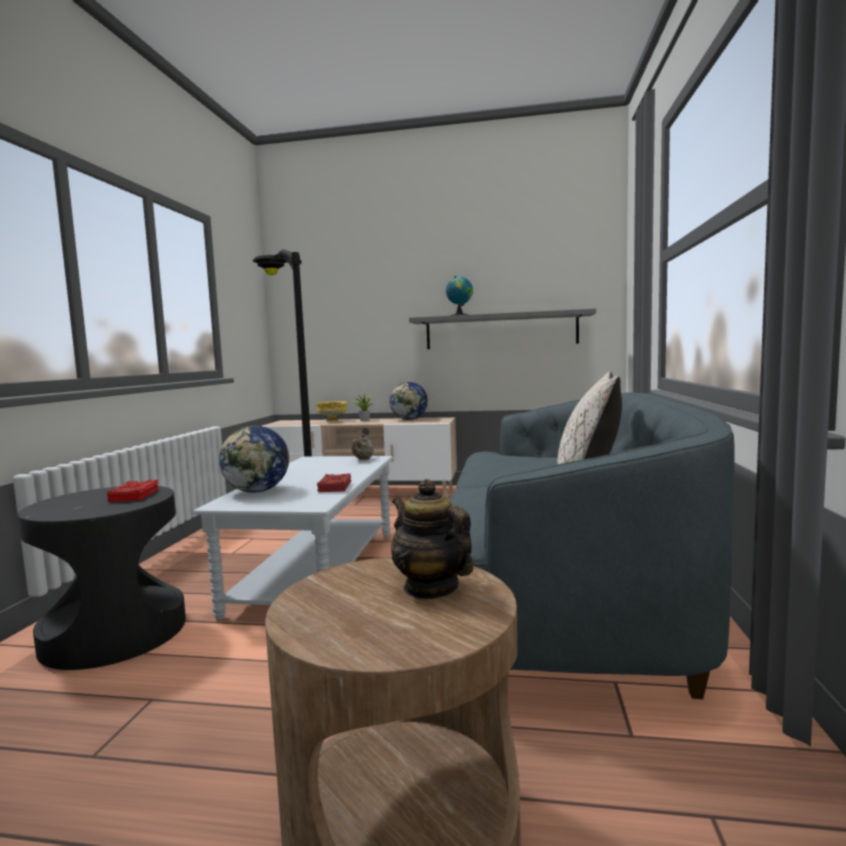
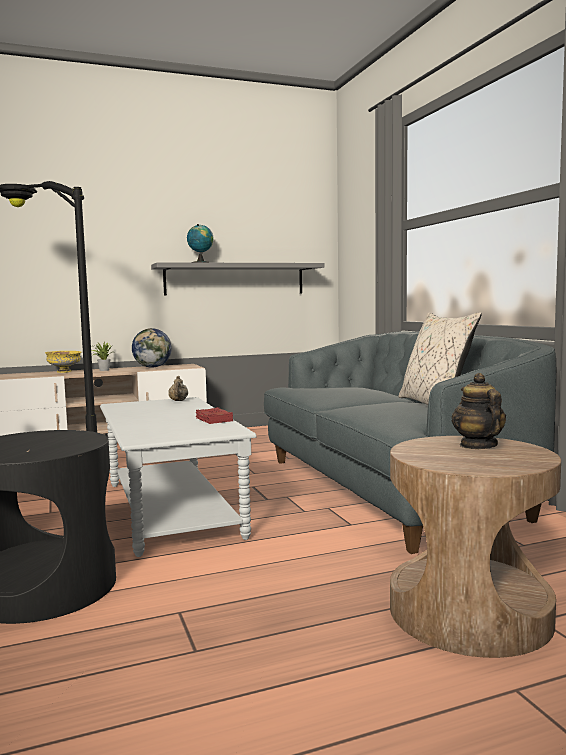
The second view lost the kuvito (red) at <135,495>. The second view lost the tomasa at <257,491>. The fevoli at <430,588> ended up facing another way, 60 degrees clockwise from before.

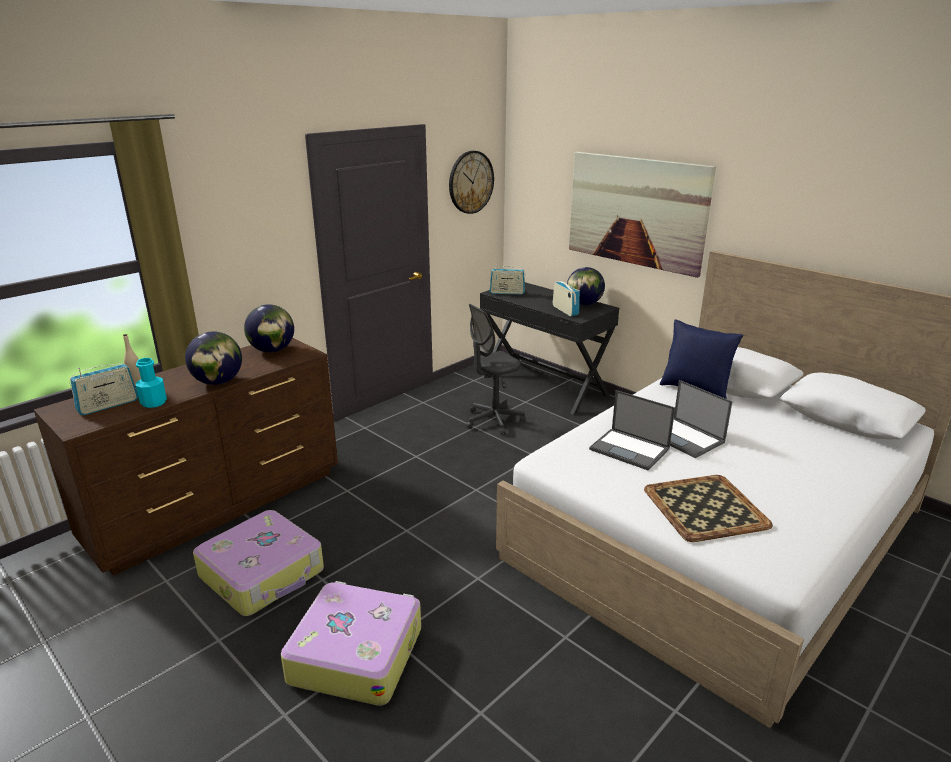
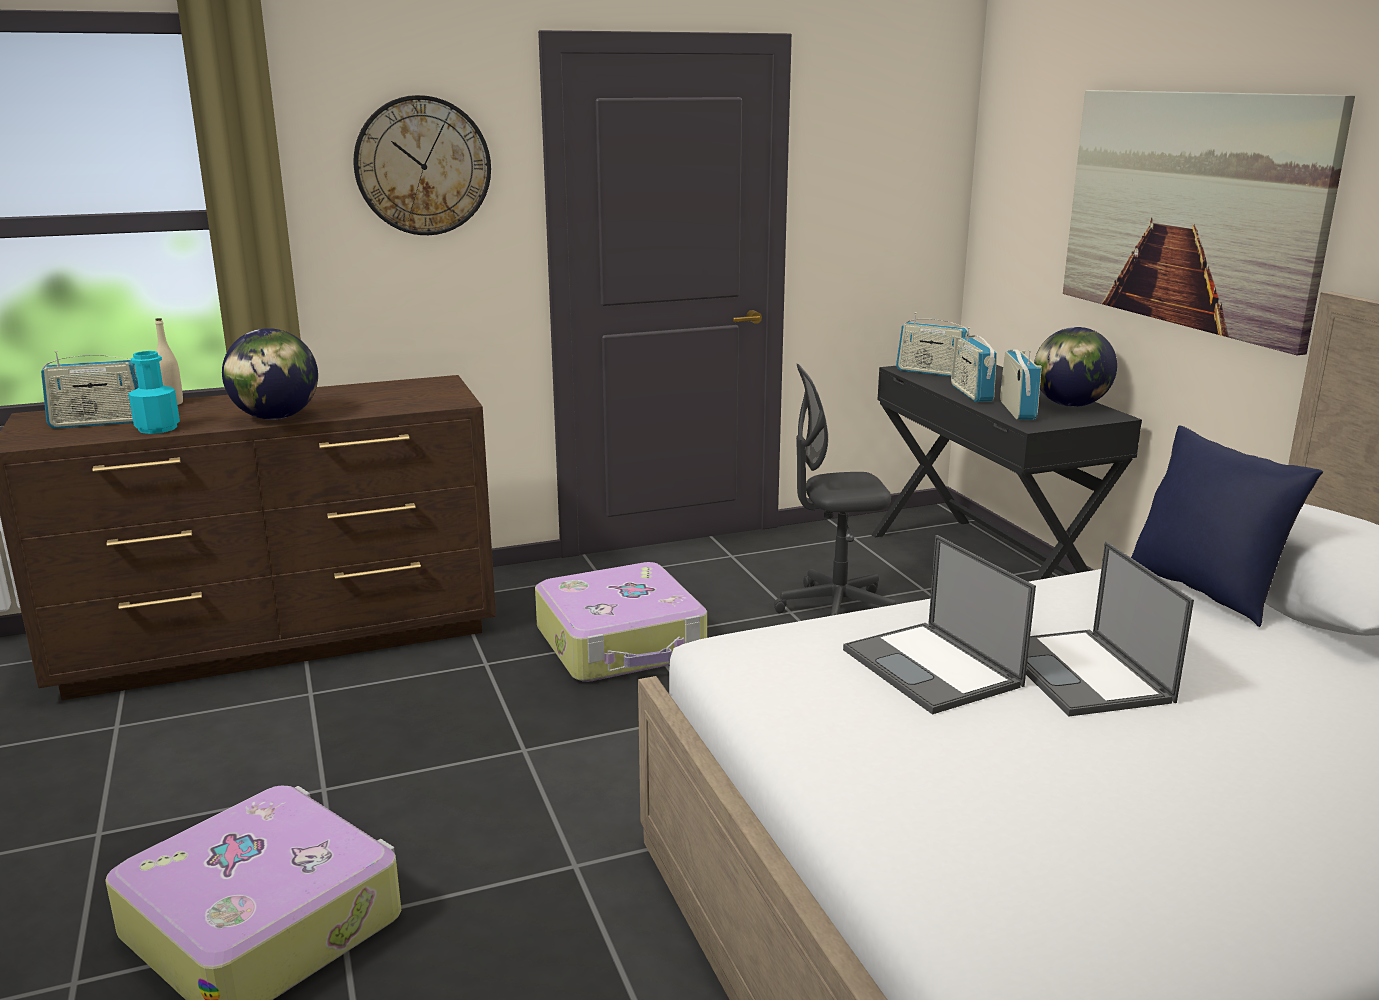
The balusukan ended up elsewhere, having gone from <263,573> to <622,643>. The second view lost the tomasa at <272,350>. The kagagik ended up elsewhere, having gone from <471,182> to <422,166>. The second view lost the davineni at <704,507>. The second view gained the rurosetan at <971,393>.

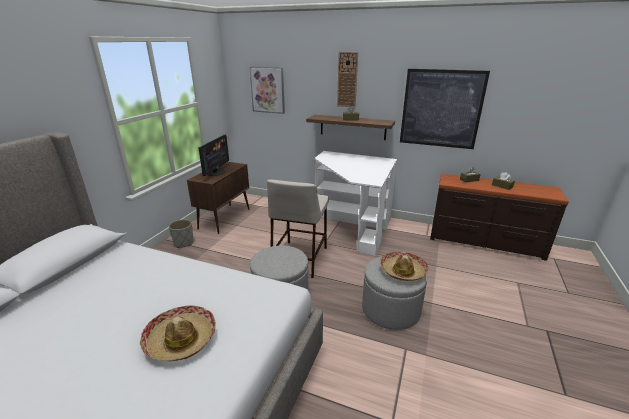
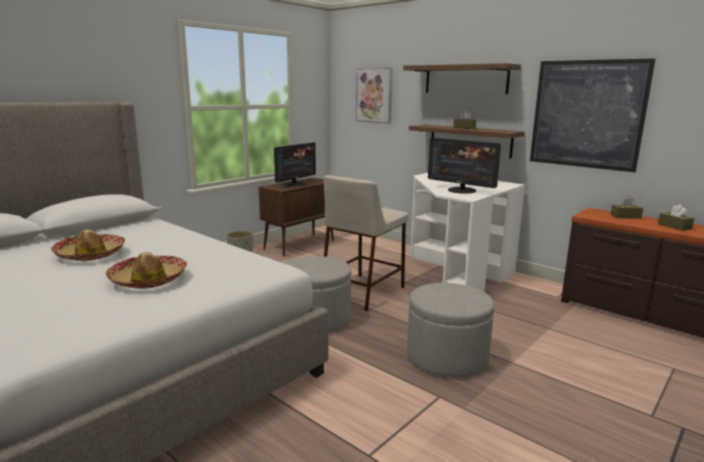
Where the kagagik hung at <347,80>, the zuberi came to hang at <465,79>. The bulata ended up elsewhere, having gone from <402,271> to <90,254>. The second view gained the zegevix at <461,190>.

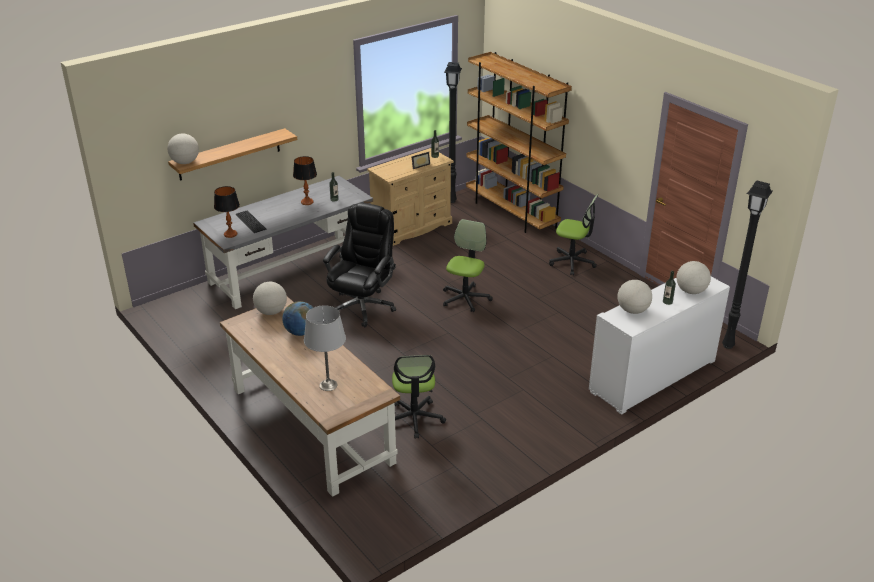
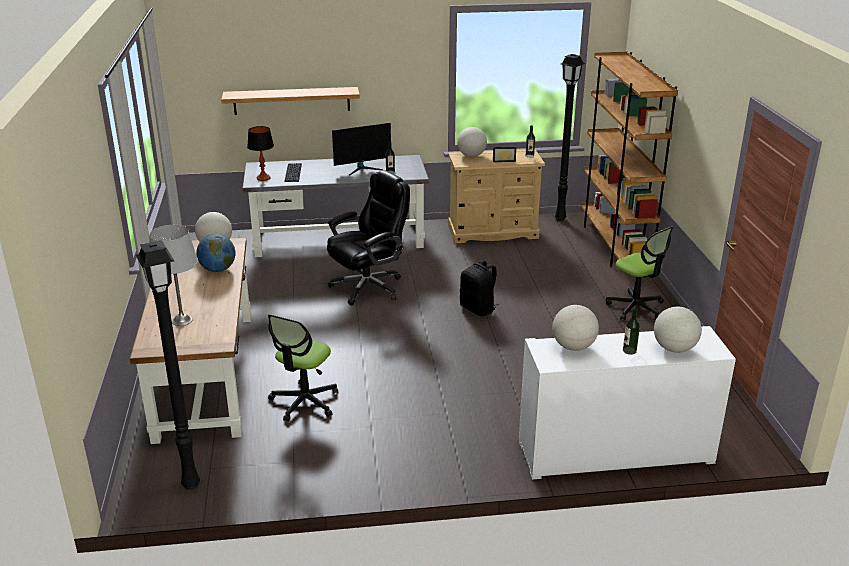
The tomasa ended up elsewhere, having gone from <185,162> to <471,156>. Where the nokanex stood at <307,202>, the zegevix came to stand at <362,169>. Where the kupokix stood at <465,298>, the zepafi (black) came to stand at <478,309>. The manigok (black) ended up elsewhere, having gone from <727,346> to <189,484>.

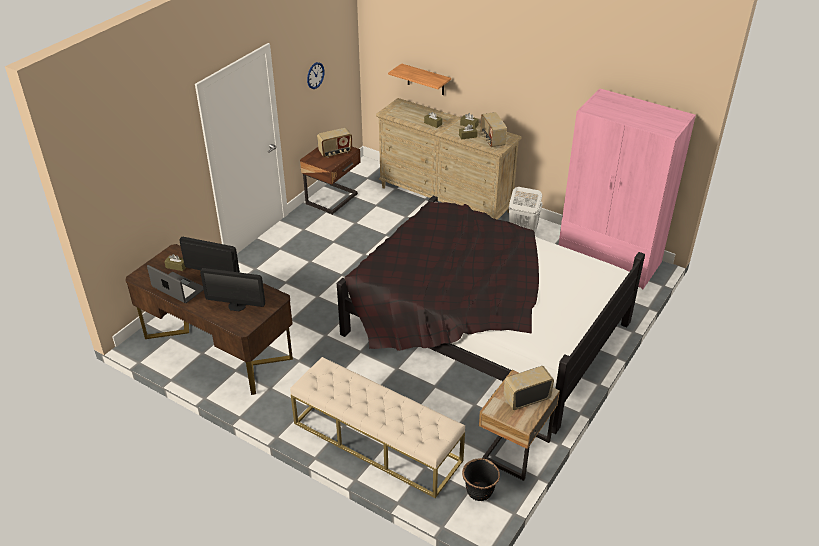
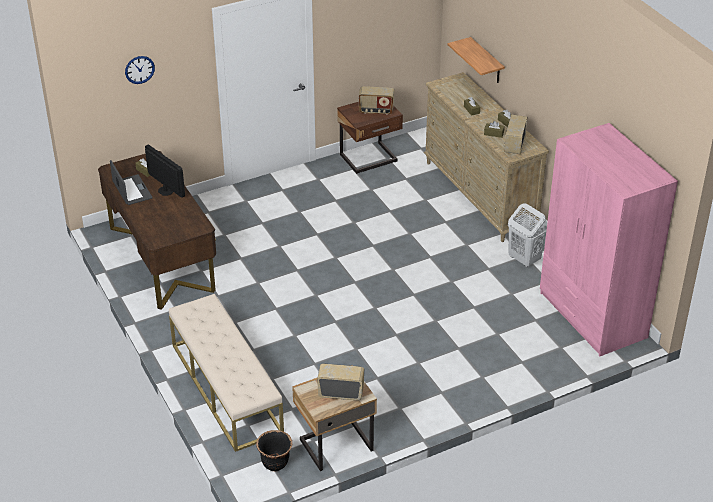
The second view lost the zegevix at <237,306>. The kagagik ended up elsewhere, having gone from <315,75> to <139,69>. The second view lost the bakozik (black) at <484,328>.

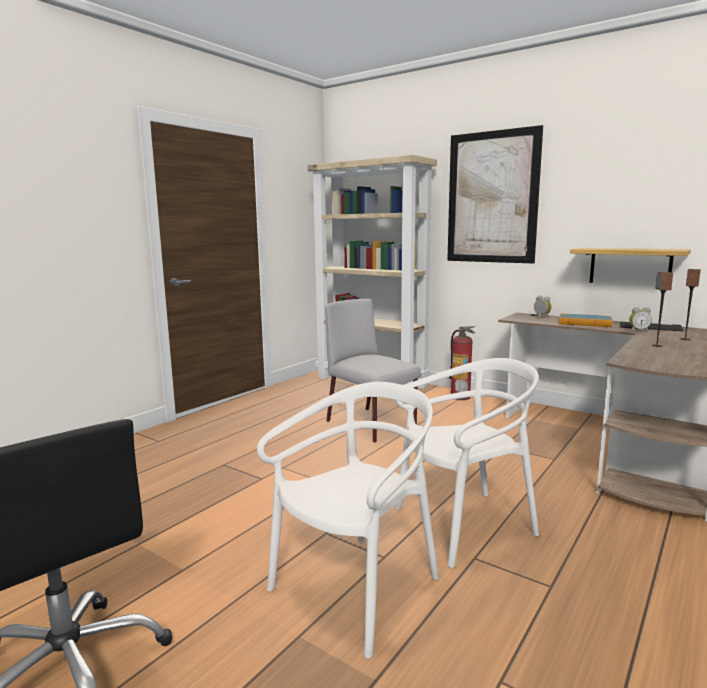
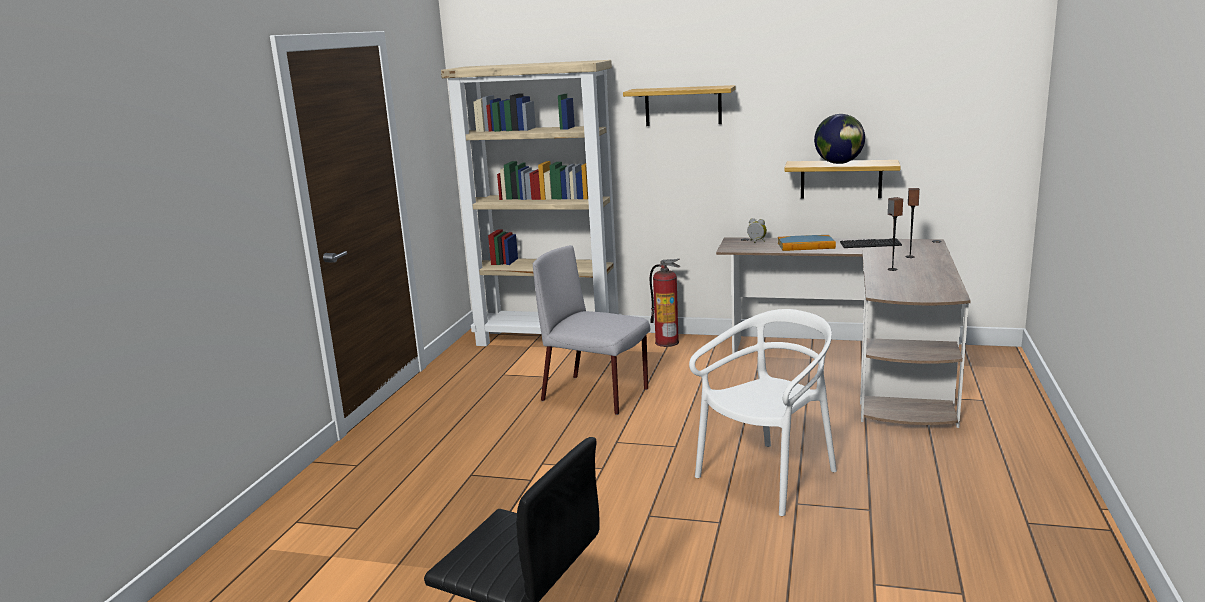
The second view lost the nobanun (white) at <357,588>. Where the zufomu hung at <492,198>, the zuberi came to hang at <683,106>. The second view lost the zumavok at <638,331>. The second view gained the tomasa at <838,163>.

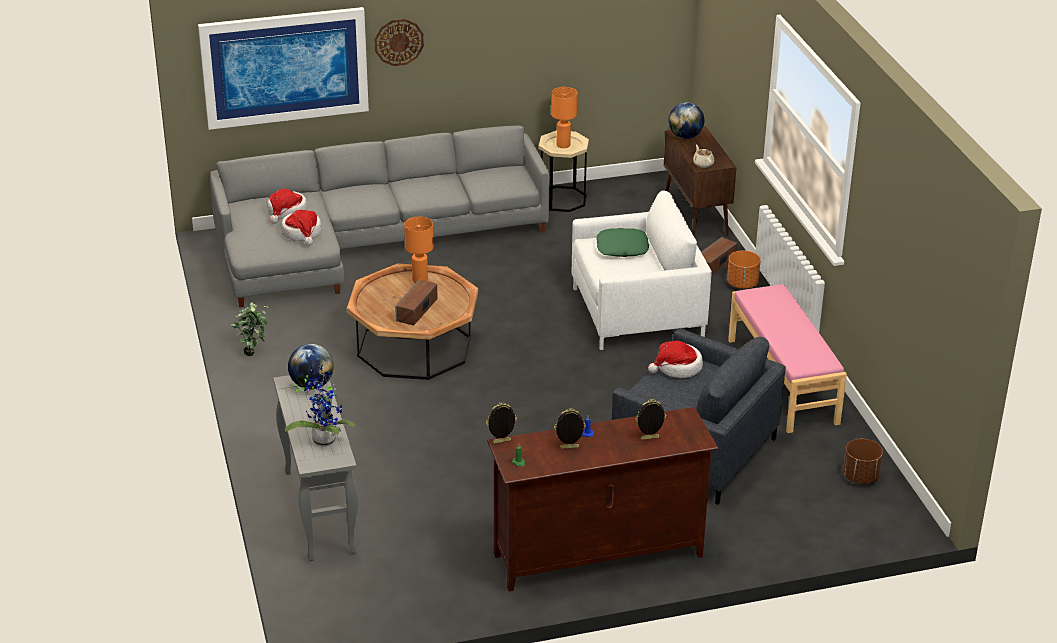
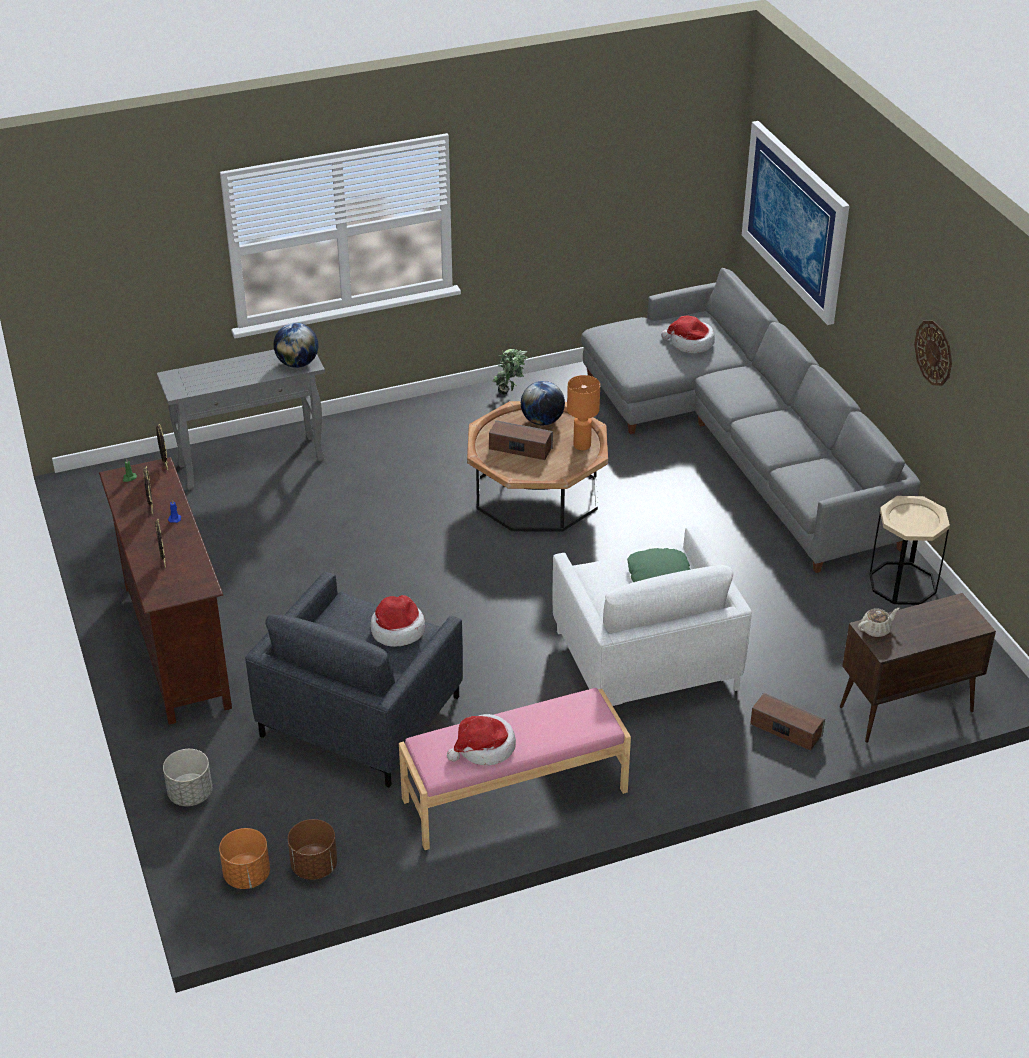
The bulata ended up elsewhere, having gone from <302,233> to <484,748>. The second view lost the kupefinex at <323,438>. The kagagik ended up elsewhere, having gone from <398,42> to <934,352>. The second view lost the nokanex (orange) at <563,145>. The tomasa ended up elsewhere, having gone from <685,136> to <542,421>. The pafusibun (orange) ended up elsewhere, having gone from <742,284> to <246,875>. The second view gained the pafusibun (grey) at <190,794>.

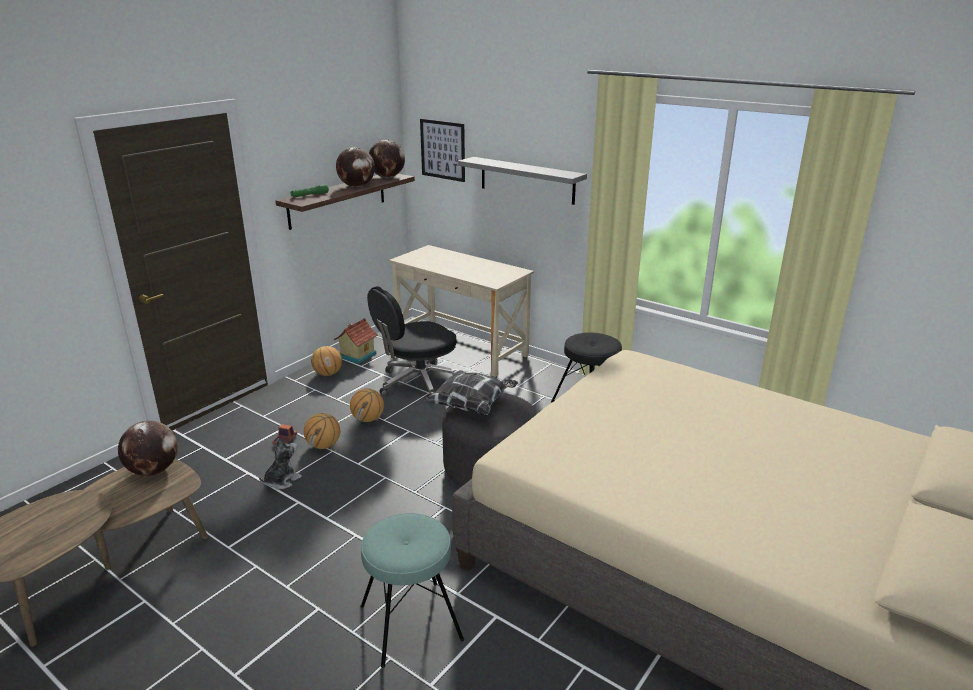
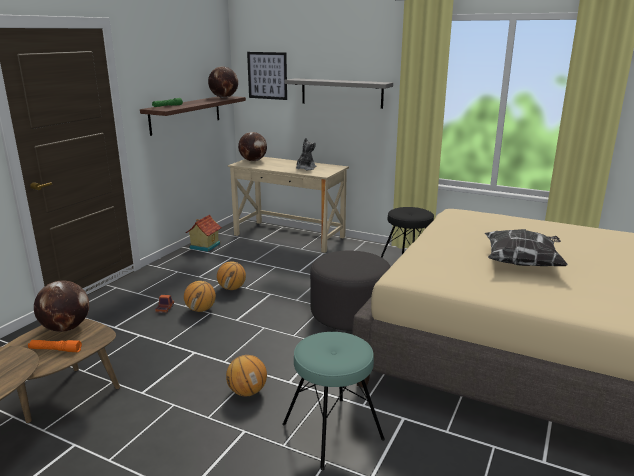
The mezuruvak ended up elsewhere, having gone from <282,481> to <305,168>. The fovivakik ended up elsewhere, having gone from <328,374> to <247,392>. The tomasa ended up elsewhere, having gone from <357,186> to <253,161>. The second view lost the kupokix (black) at <418,383>. The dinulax ended up elsewhere, having gone from <472,405> to <522,263>. The second view gained the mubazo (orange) at <55,350>.

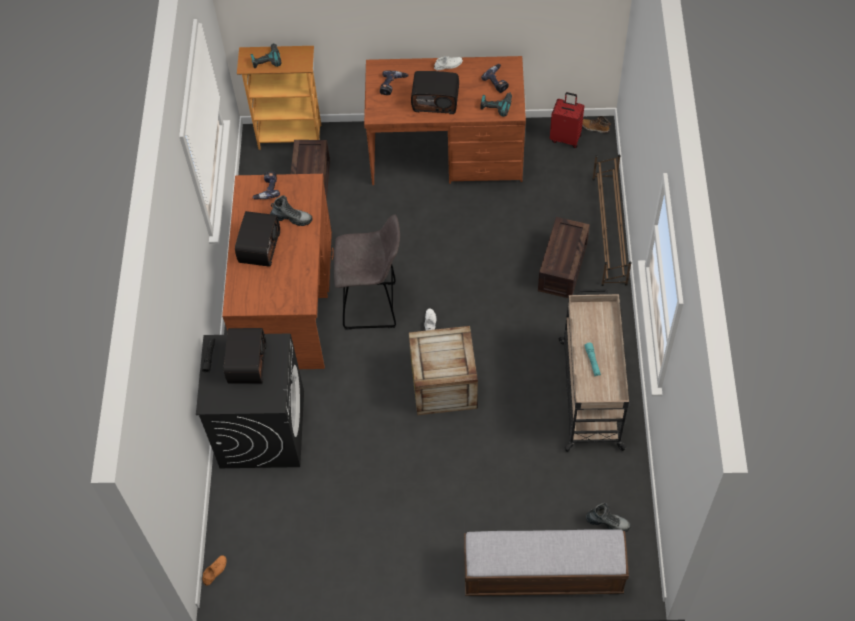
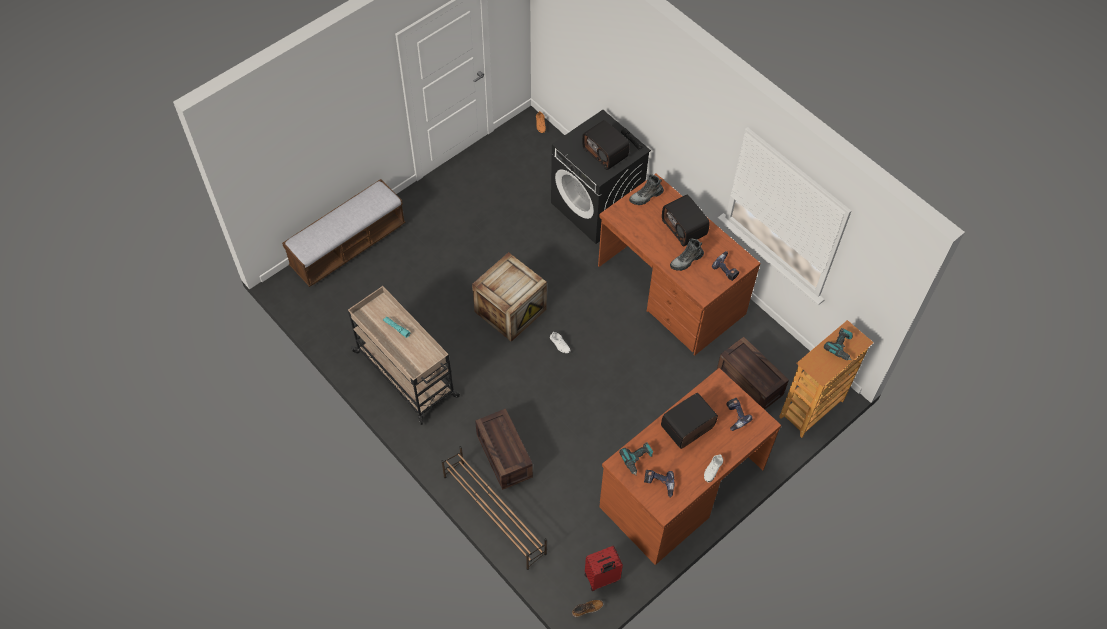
The second view lost the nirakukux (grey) at <372,306>. The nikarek ended up elsewhere, having gone from <607,522> to <646,196>.

